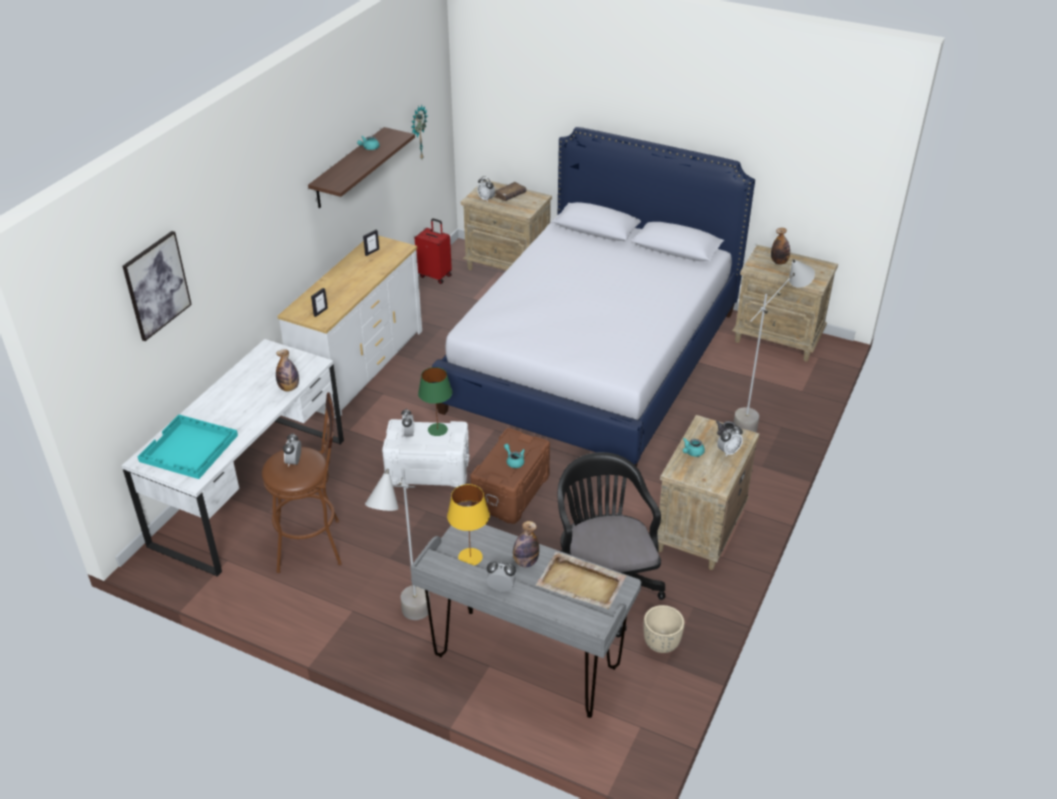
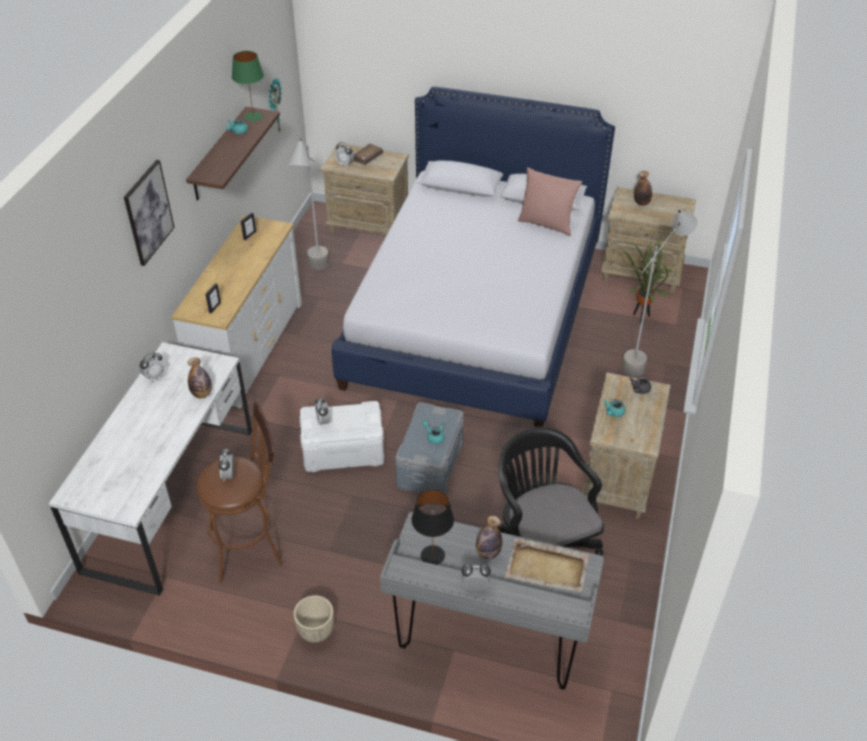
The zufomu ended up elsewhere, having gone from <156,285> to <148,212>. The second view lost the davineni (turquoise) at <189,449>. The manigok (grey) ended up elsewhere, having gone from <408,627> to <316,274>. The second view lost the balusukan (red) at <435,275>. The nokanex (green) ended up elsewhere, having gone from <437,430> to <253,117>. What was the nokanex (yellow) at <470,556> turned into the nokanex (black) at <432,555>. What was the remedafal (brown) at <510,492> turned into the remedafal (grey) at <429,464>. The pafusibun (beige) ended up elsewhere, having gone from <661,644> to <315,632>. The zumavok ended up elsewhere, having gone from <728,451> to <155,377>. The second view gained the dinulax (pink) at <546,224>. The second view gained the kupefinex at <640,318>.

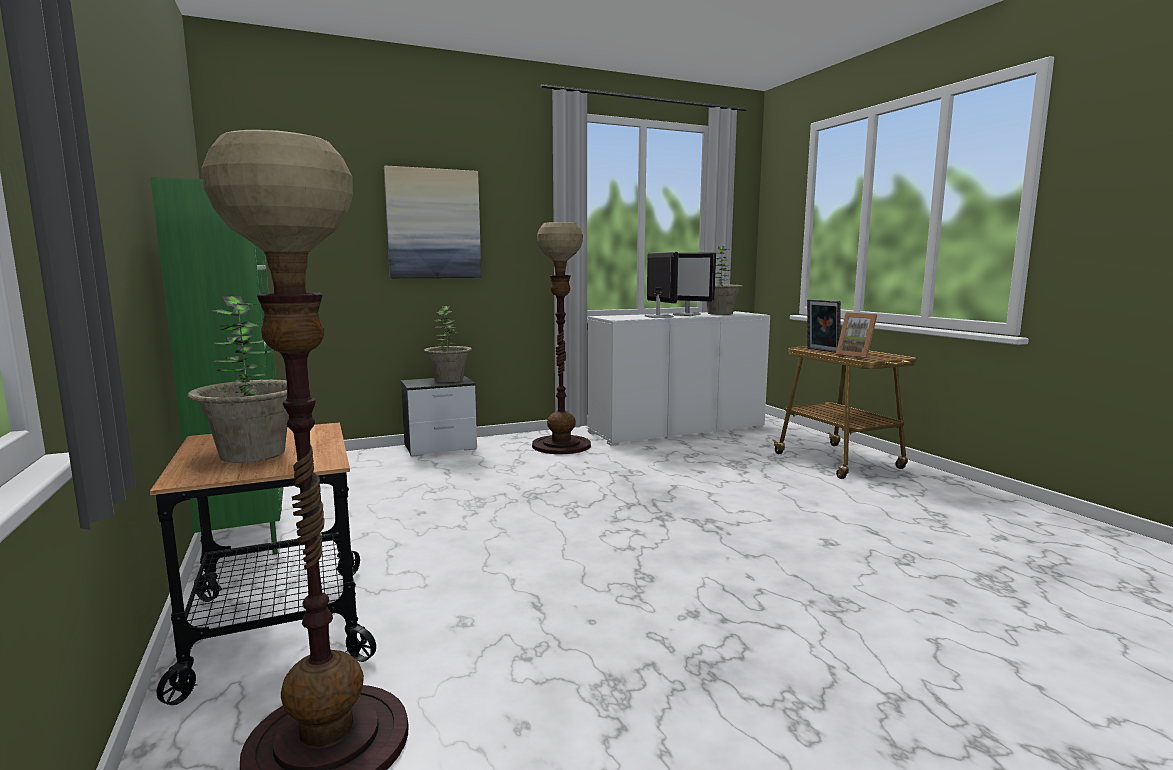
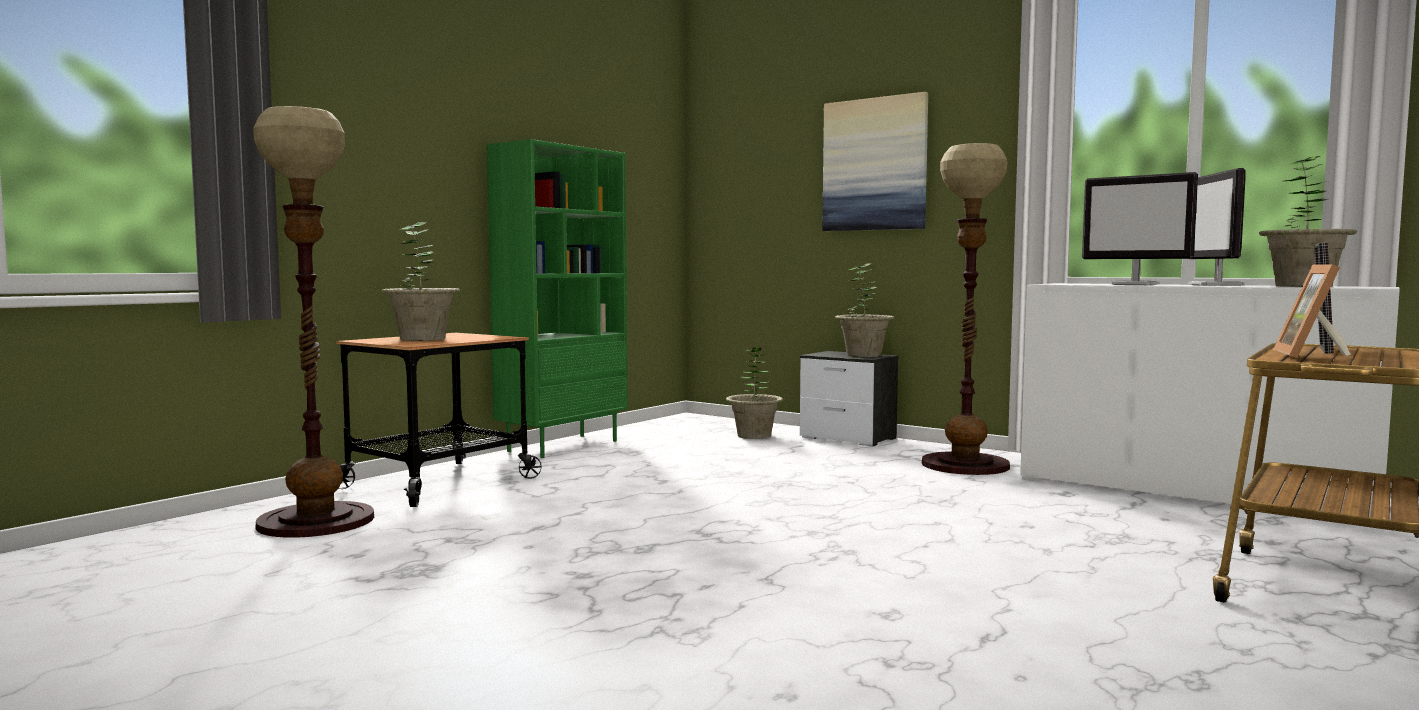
The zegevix at <658,317> ended up facing another way, 90 degrees clockwise from before. The second view gained the kupefinex at <754,436>.

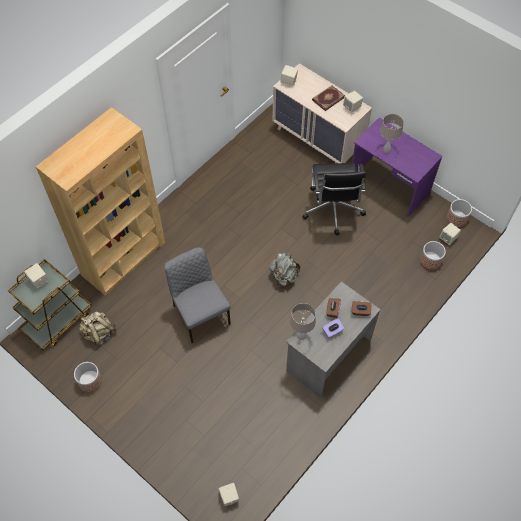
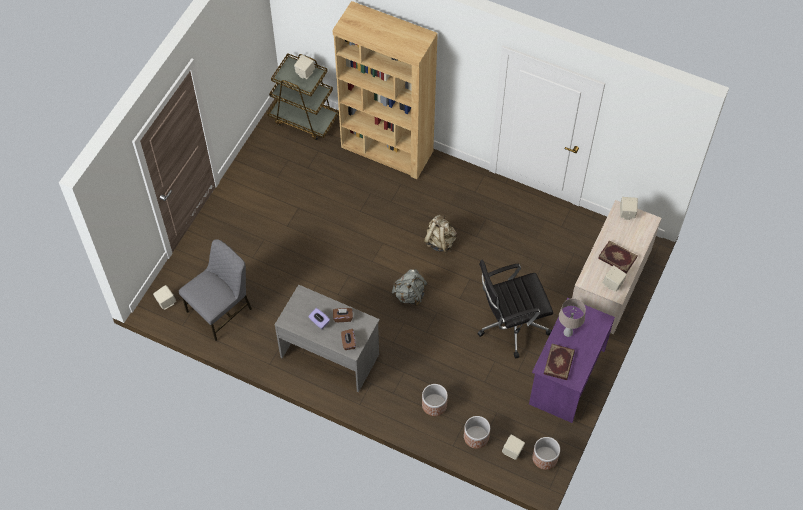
The pafusibun ended up elsewhere, having gone from <90,381> to <434,404>. The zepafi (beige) ended up elsewhere, having gone from <99,333> to <440,241>. The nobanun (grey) ended up elsewhere, having gone from <200,314> to <220,310>. The second view lost the nokanex (beige) at <301,336>. The second view gained the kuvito at <559,362>.

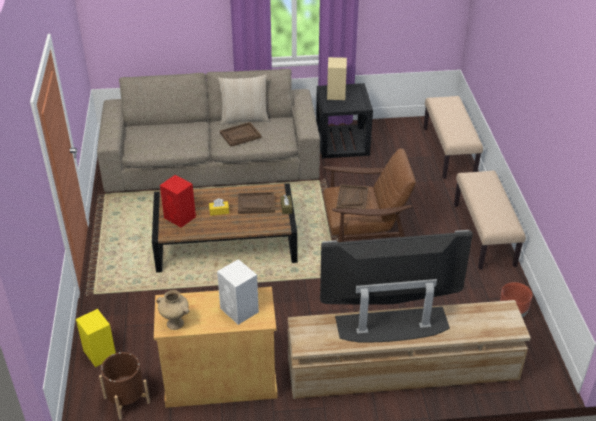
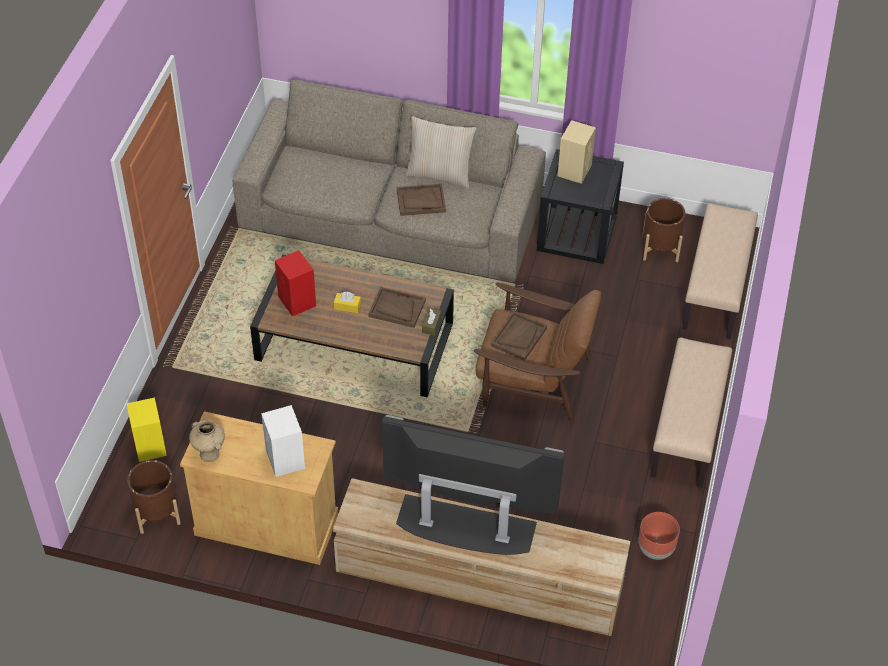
The second view gained the pafusibun (brown) at <660,248>.

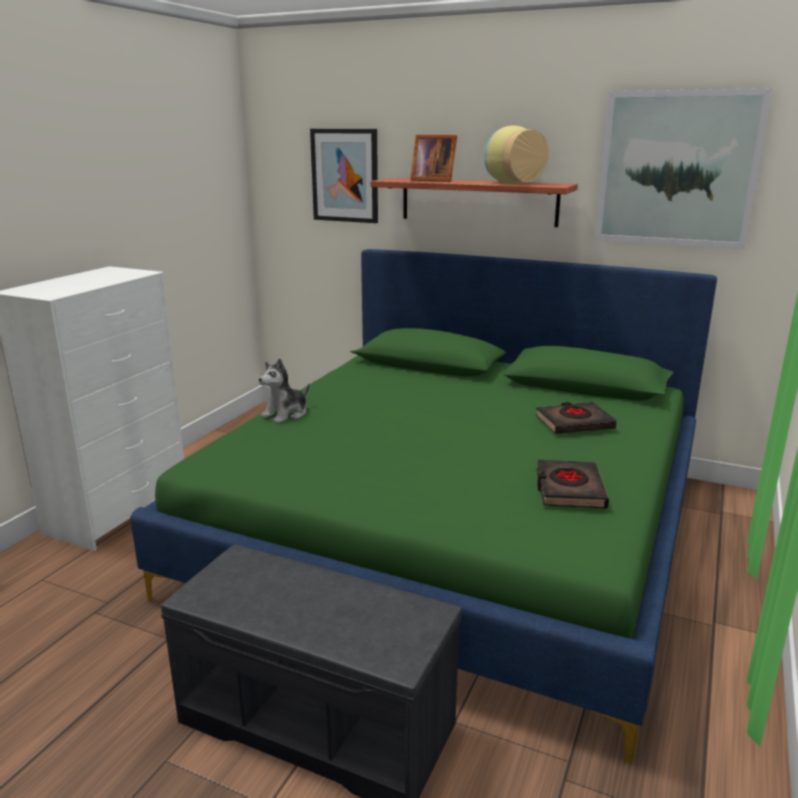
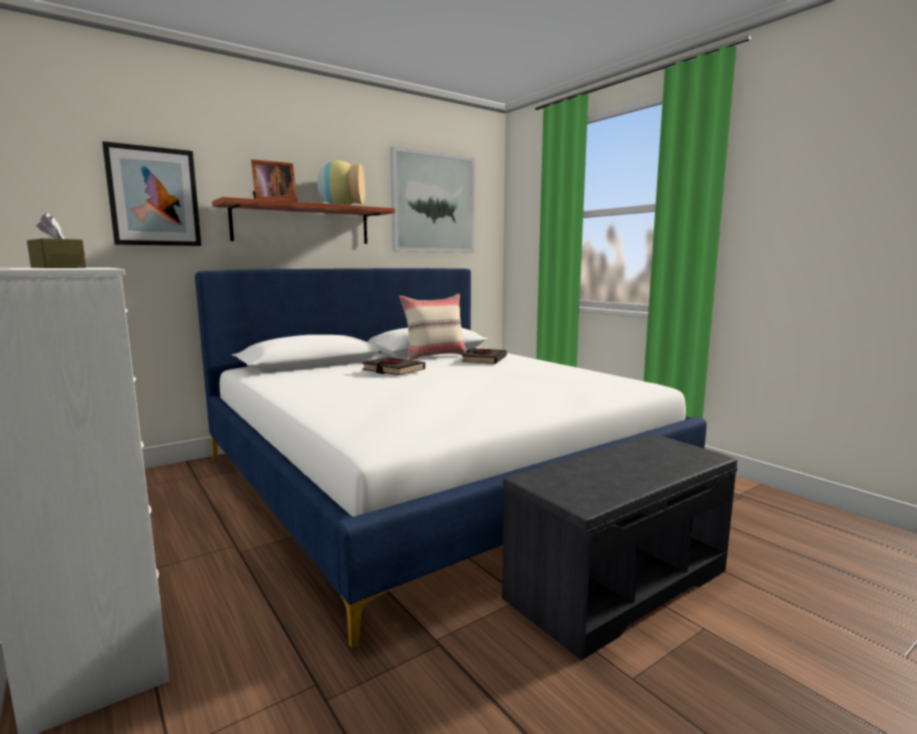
What was the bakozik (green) at <454,532> turned into the bakozik (white) at <433,475>. The second view lost the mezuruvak at <286,414>. The kuvito (black) ended up elsewhere, having gone from <569,489> to <393,370>. The second view gained the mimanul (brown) at <58,267>. The second view gained the dinulax (beige) at <435,356>.

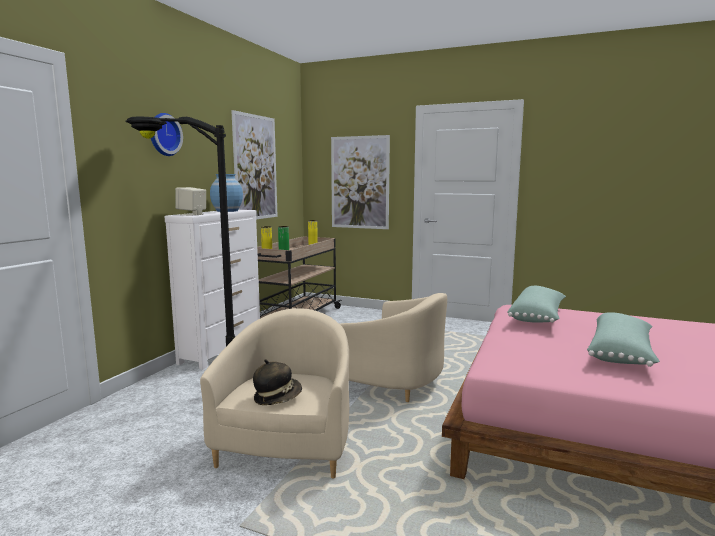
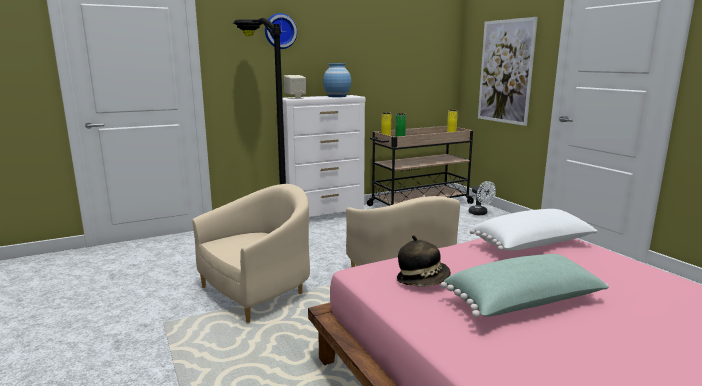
The second view lost the zufomu at <255,167>. The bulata ended up elsewhere, having gone from <277,397> to <423,280>. What was the dinulax (green) at <538,317> turned into the dinulax (white) at <533,246>. The second view gained the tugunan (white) at <480,213>.

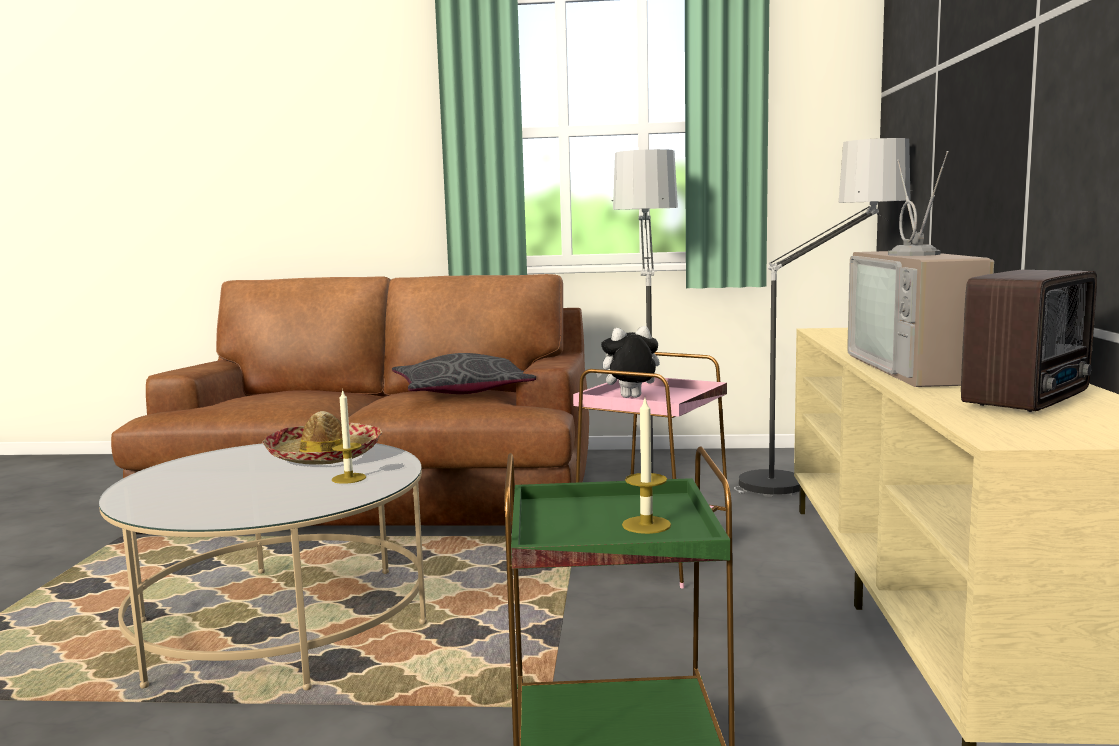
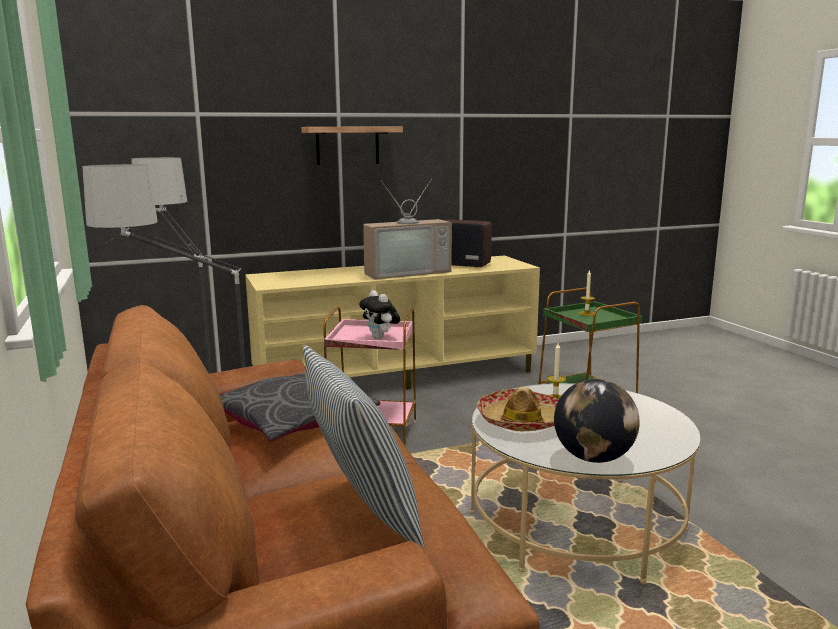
The second view gained the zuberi at <347,145>. The second view gained the dinulax at <362,513>. The second view gained the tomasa at <593,458>.

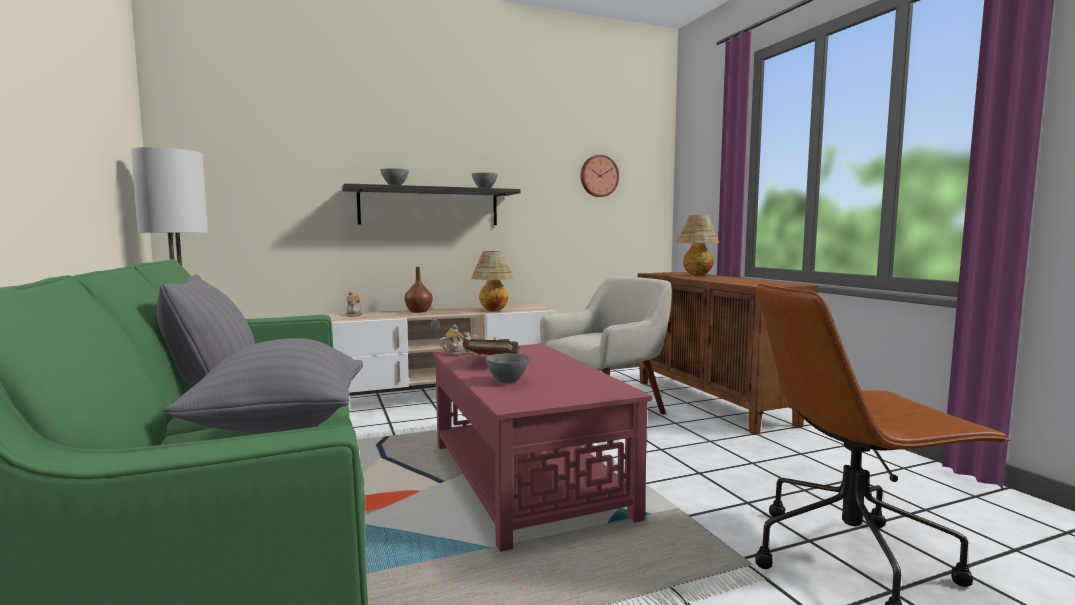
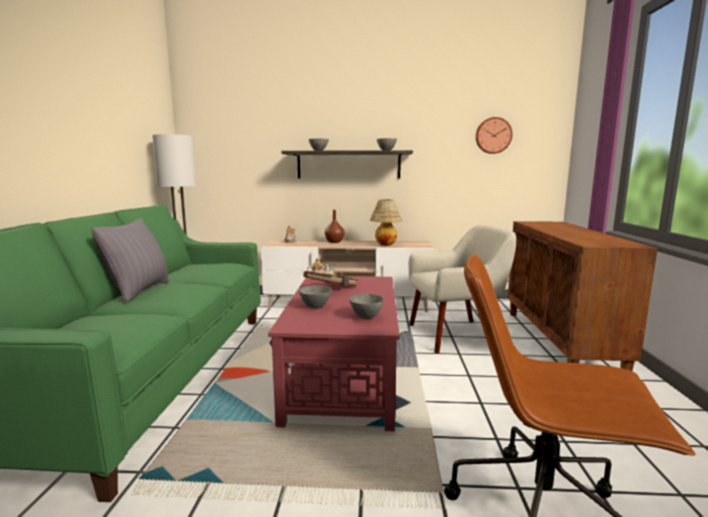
The second view lost the dinulax (grey) at <281,426>. The second view lost the nokanex at <696,276>. The second view gained the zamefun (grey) at <365,317>.

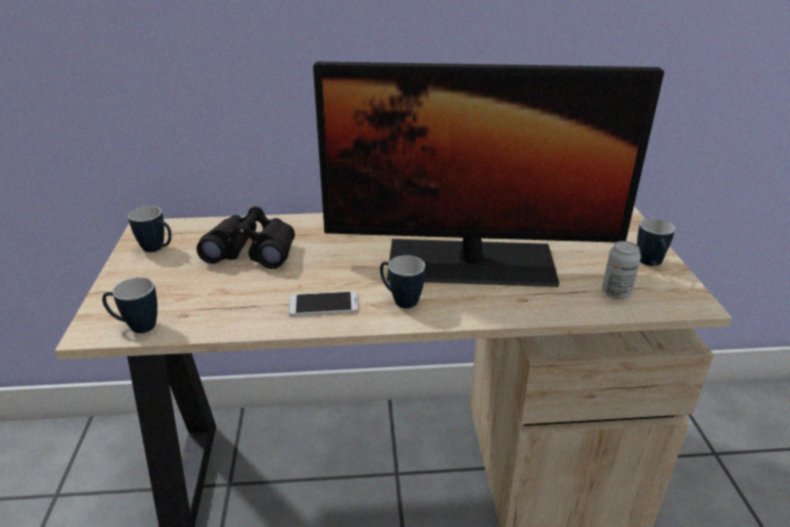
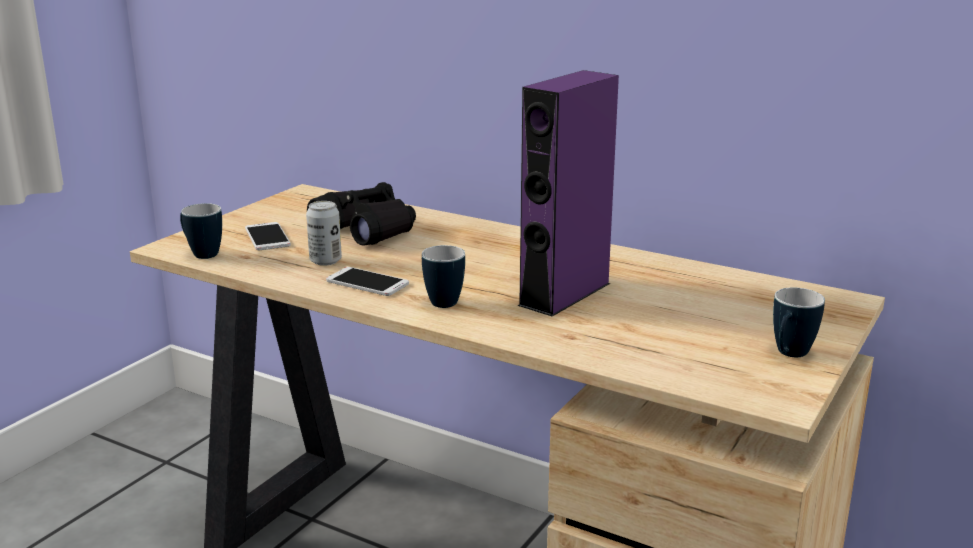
The second view lost the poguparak at <158,249>. Where the zegevix stood at <470,263>, the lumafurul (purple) came to stand at <564,294>. The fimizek ended up elsewhere, having gone from <616,292> to <325,261>. The second view gained the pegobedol at <267,237>.

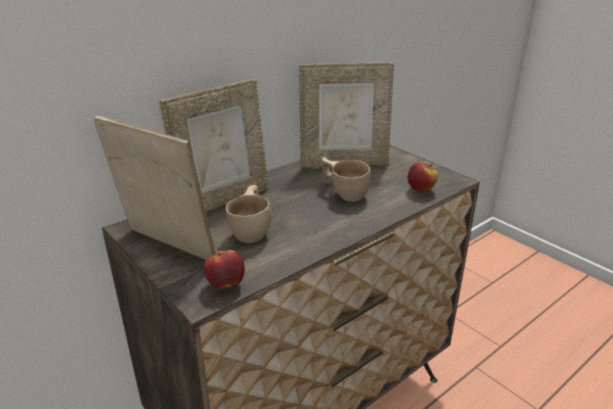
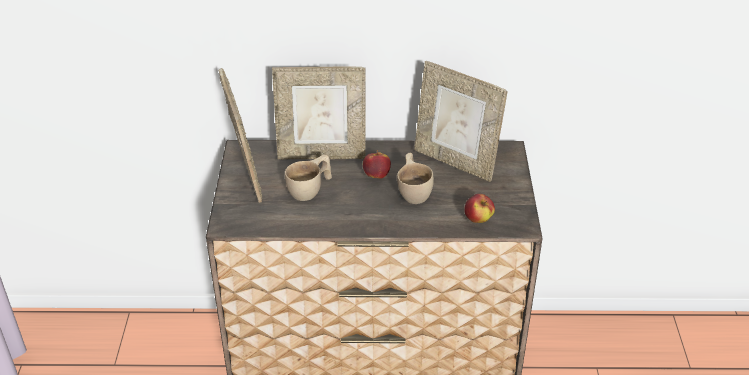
The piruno ended up elsewhere, having gone from <225,284> to <376,175>.

